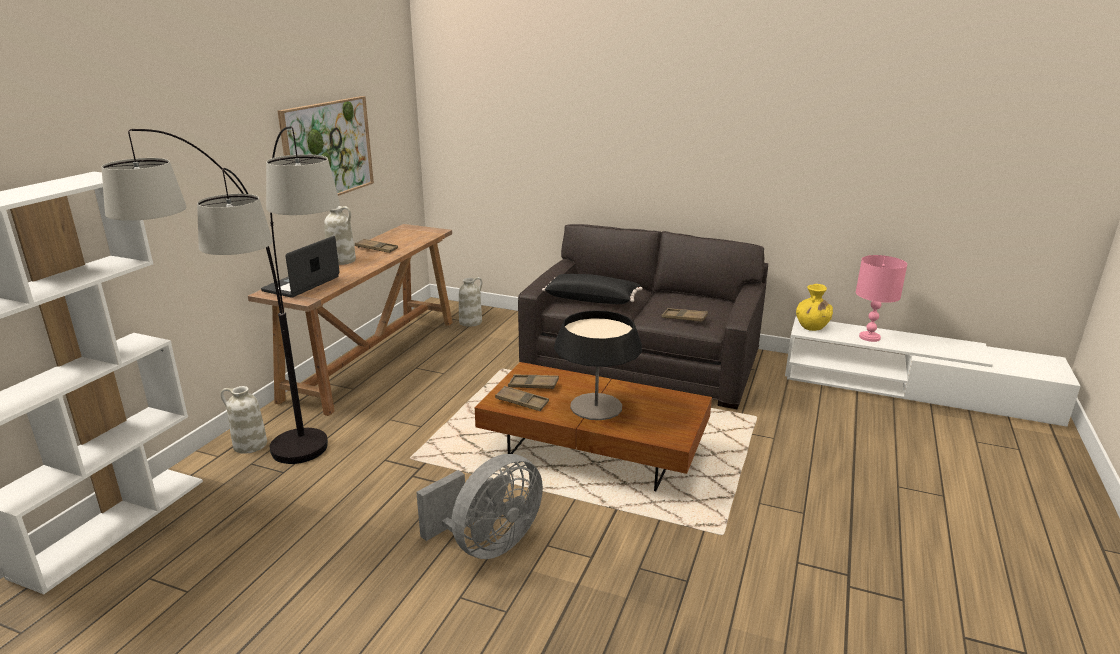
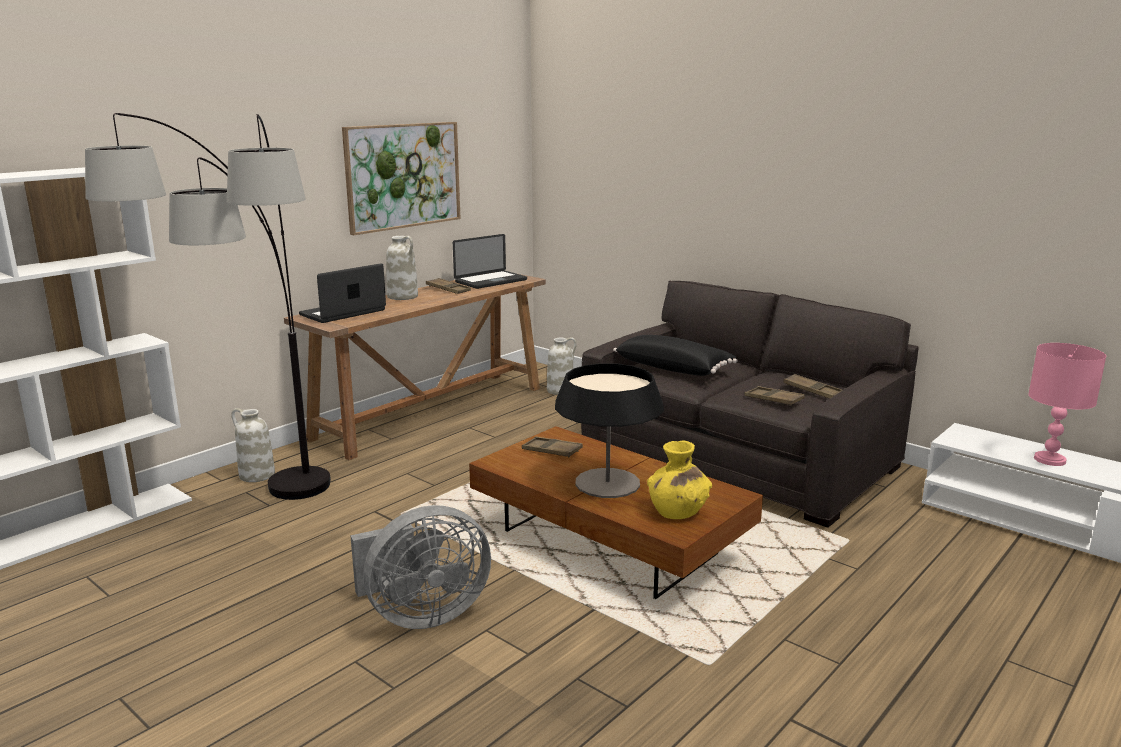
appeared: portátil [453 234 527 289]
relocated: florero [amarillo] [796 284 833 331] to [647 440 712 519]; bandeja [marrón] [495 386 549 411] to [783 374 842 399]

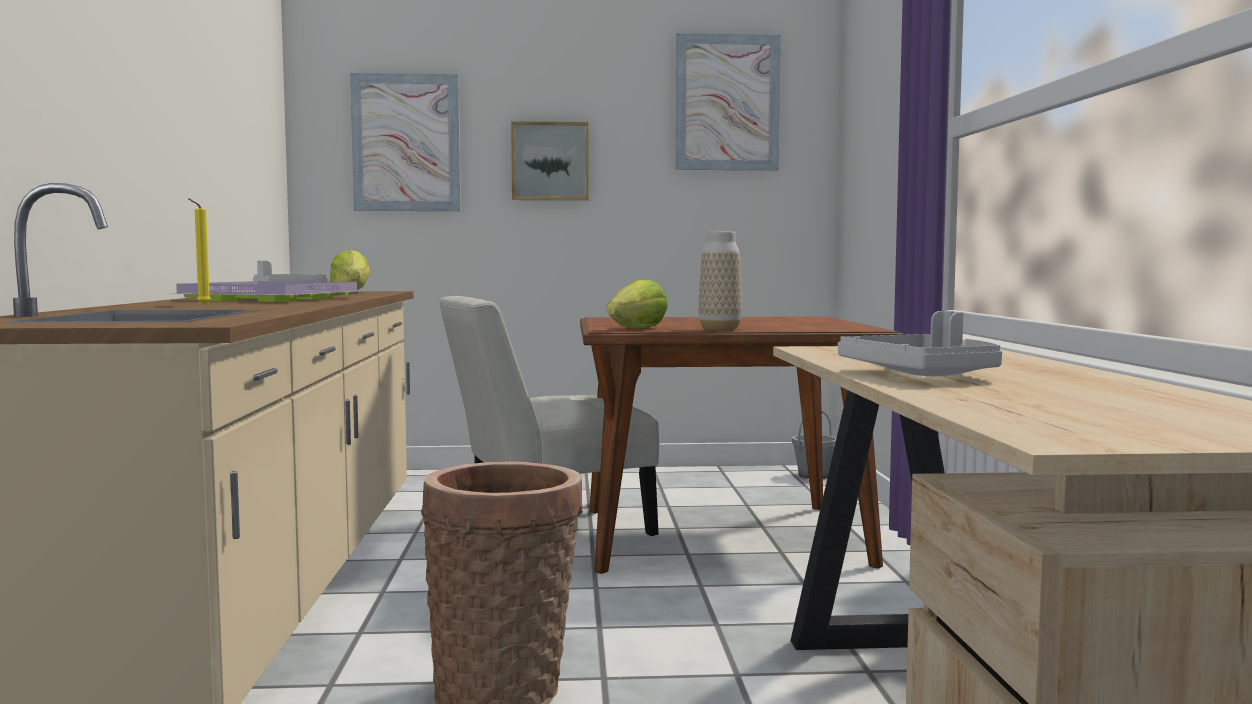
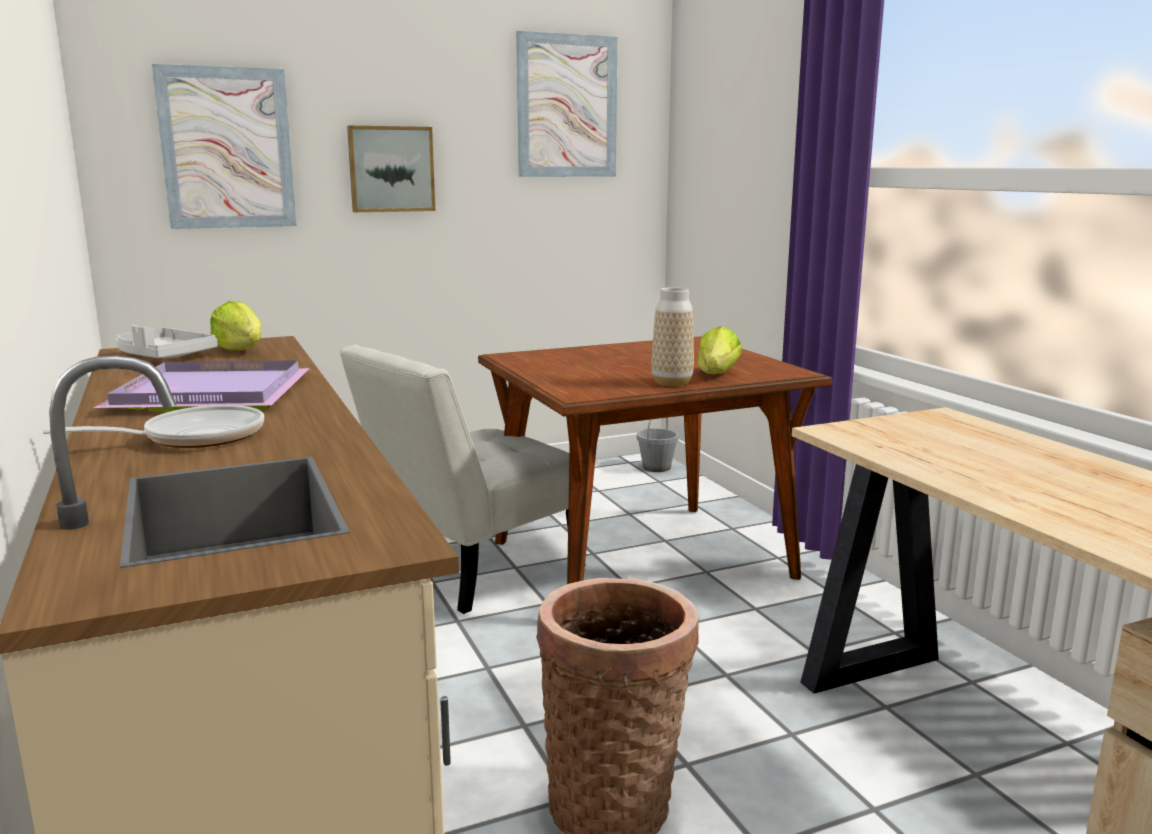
missing: bandeja [gris] [838 311 1002 376]
relocated: lechuga [607 279 668 329] to [697 326 742 374]
exchanged: vela [amarillo] [187 198 211 305] to sartén [43 405 264 448]

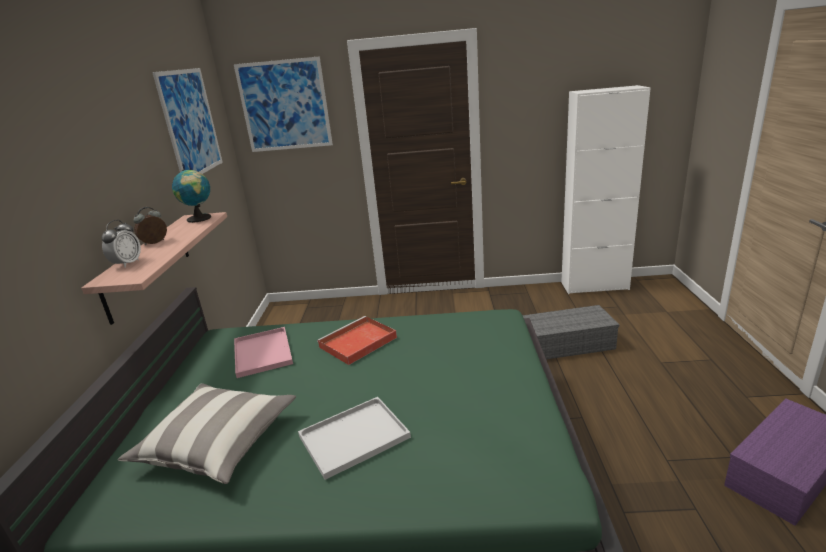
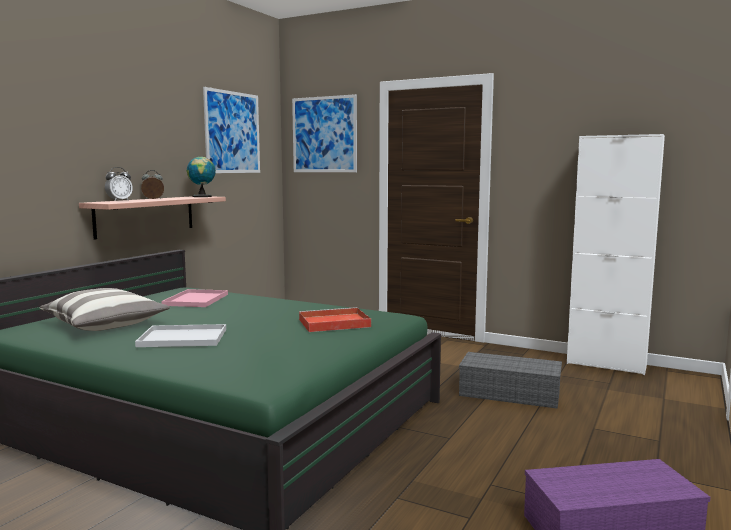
relocated: bandeja [rojo] [317 316 397 365] to [299 307 371 332]

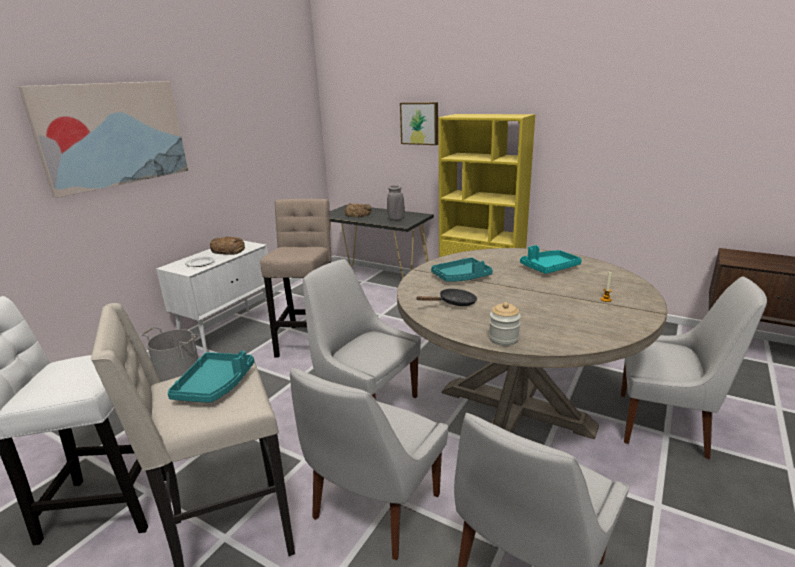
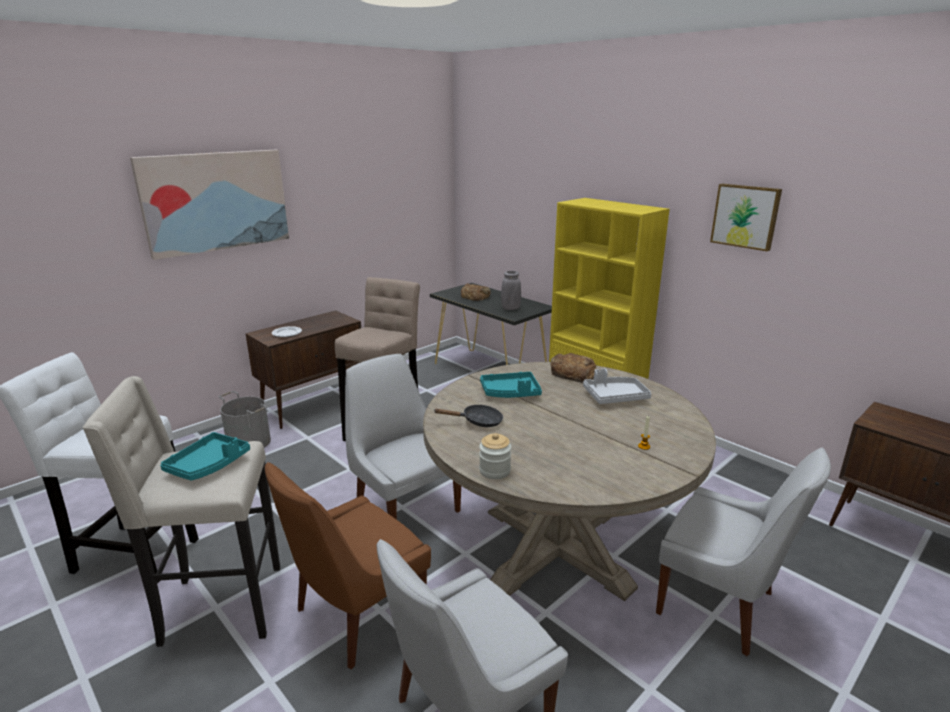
relocated: pan [210 237 245 255] to [550 353 596 383]; cuadro [400 102 438 145] to [710 184 782 251]
colour: armario [blanco] [156 241 273 354] to armario [marrón] [245 310 361 429]; silla [blanco] [290 368 448 560] to silla [marrón] [265 462 431 670]; bandeja [turquesa] [520 245 582 274] to bandeja [gris] [583 369 651 404]

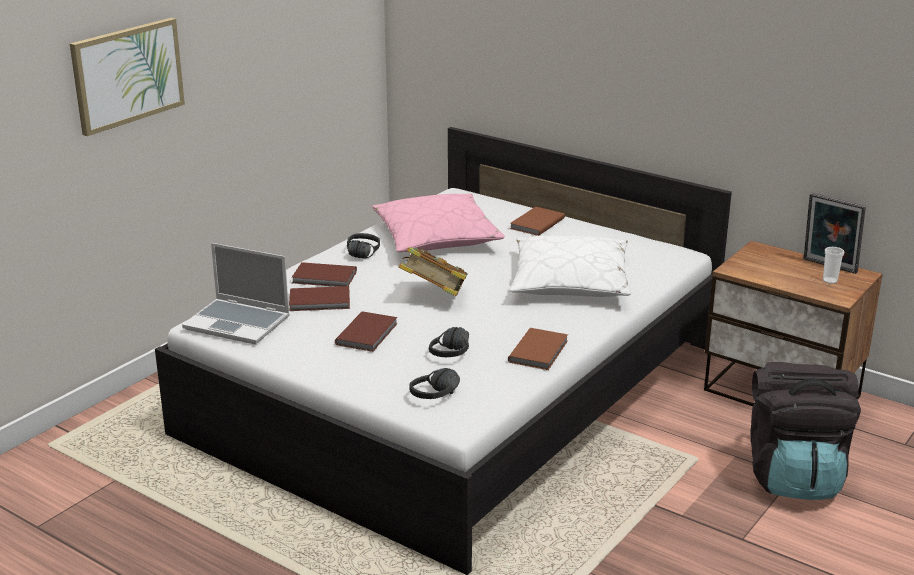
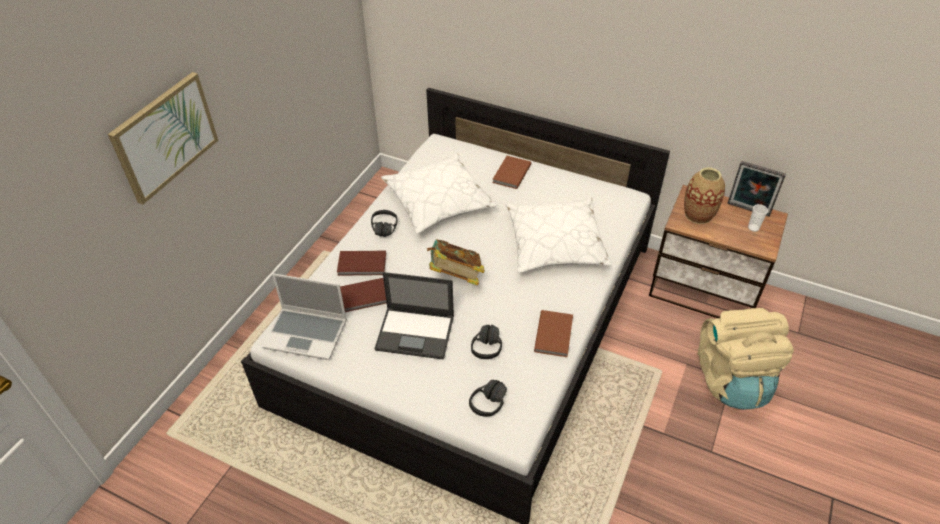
appeared: florero [684 167 725 224]
exchanged: libro [marrón] [335 311 398 352] to portátil [374 272 454 360]
colour: cojín [rosa] [372 194 505 252] to cojín [blanco] [381 153 497 234]; mochila [negro] [751 362 861 500] to mochila [beis] [697 308 794 410]

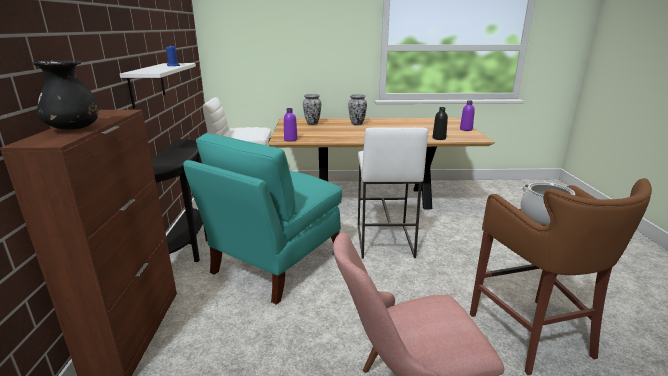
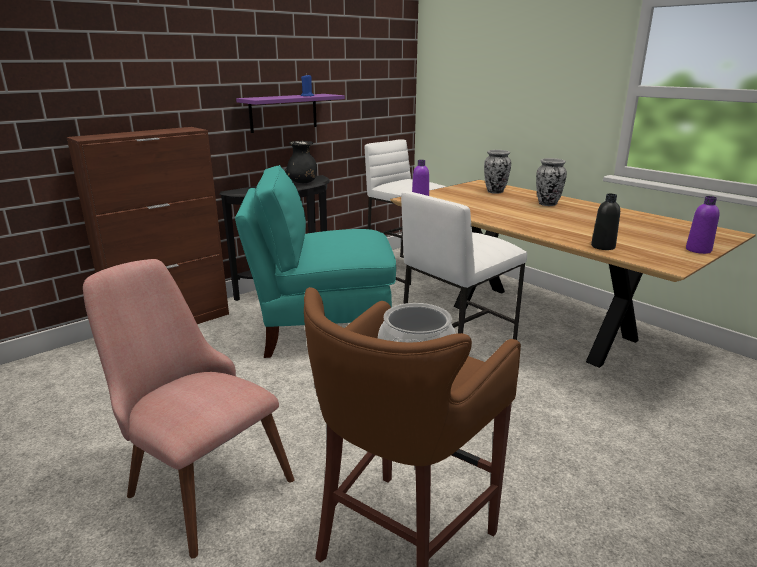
relocated: florero [negro] [33 60 98 130] to [286 141 317 183]
colour: estante [blanco] [120 63 196 109] to estante [morado] [236 94 345 133]

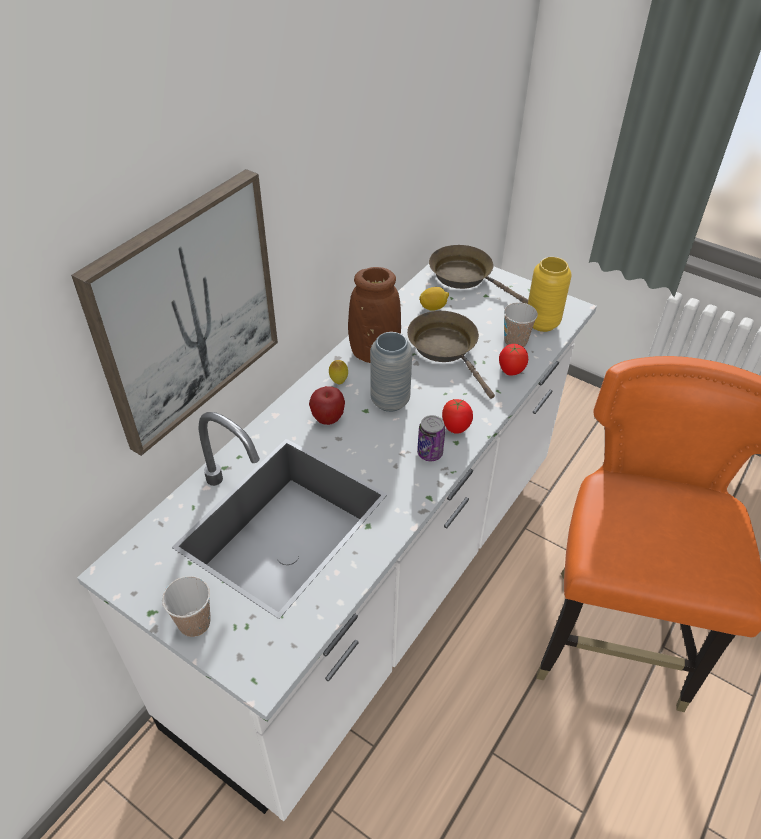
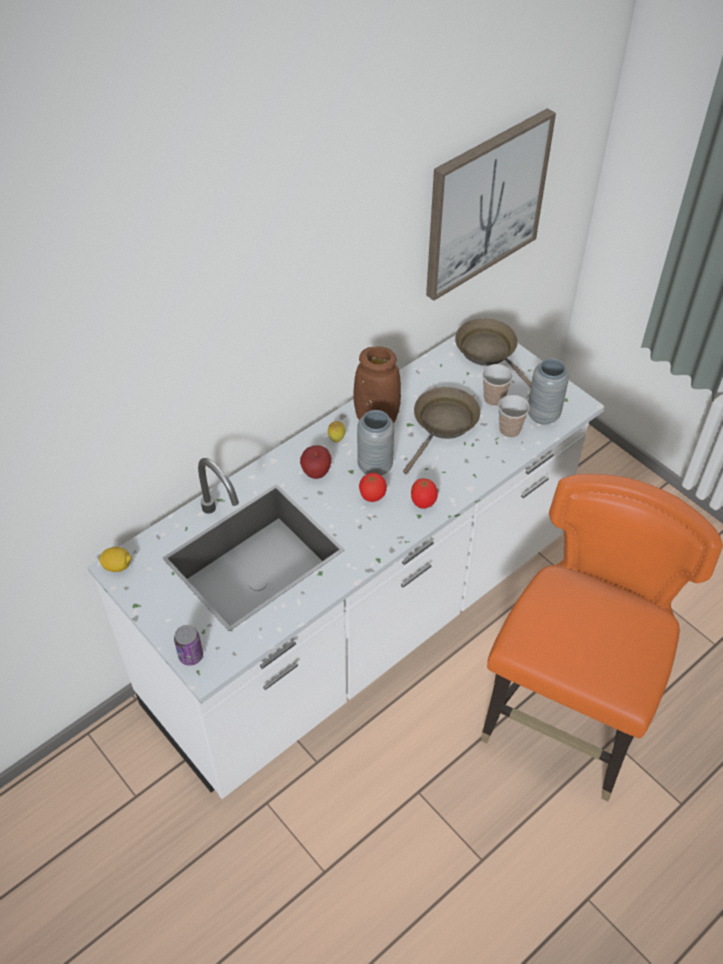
relocated: limón [419 287 449 311] to [99 547 132 572]; lata [417 415 445 461] to [174 625 203 666]; tomate [499 344 528 376] to [359 473 387 502]; cuadro [71 169 278 456] to [426 108 556 301]; taza [162 576 211 637] to [482 364 513 406]
colour: florero [amarillo] [528 257 572 332] to florero [gris] [528 358 569 425]
spun: sartén [marrón] [407 311 495 399] = [403 387 480 474] 45 degrees clockwise

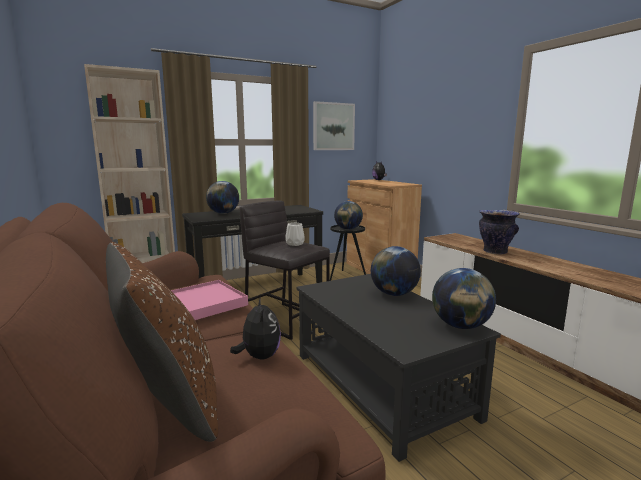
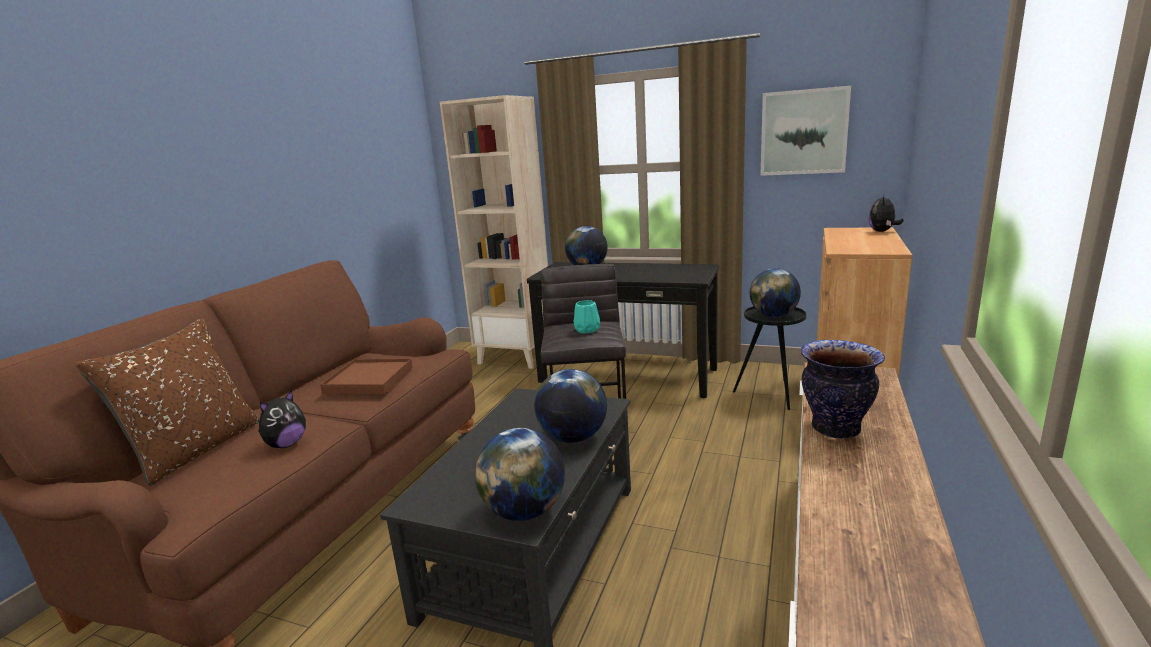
colour: bandeja [rosa] [171 280 248 320] to bandeja [marrón] [320 359 413 394]; florero [blanco] [285 223 305 246] to florero [turquesa] [574 300 600 334]

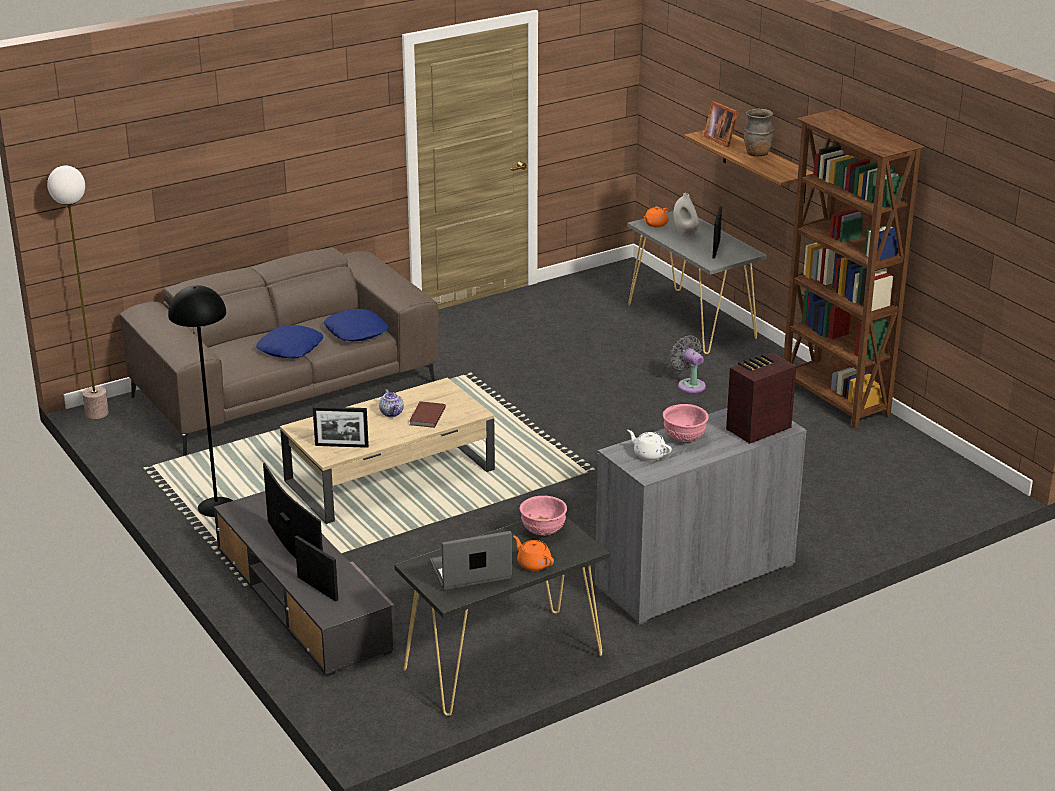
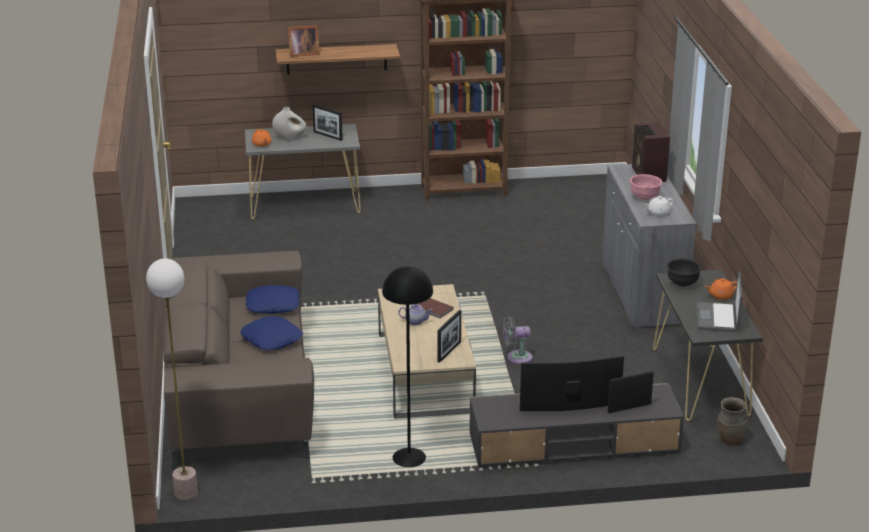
relocated: ventilador [gris] [670 335 706 393] to [503 316 532 364]; florero [marrón] [744 108 774 157] to [717 397 747 445]
colour: cuenco [rosa] [519 496 567 536] to cuenco [negro] [667 258 701 287]

